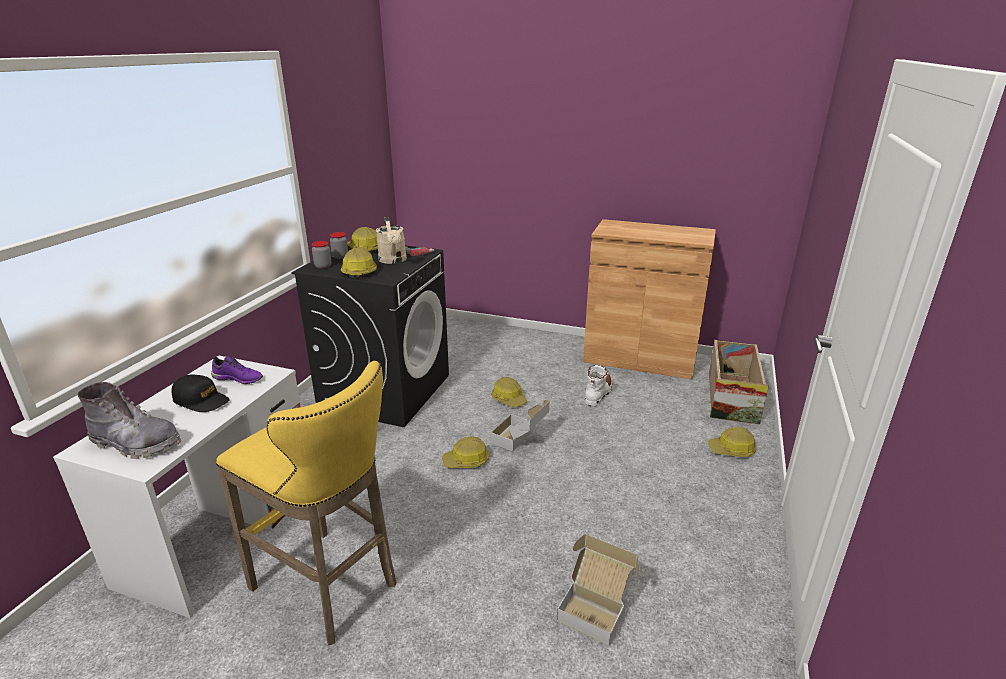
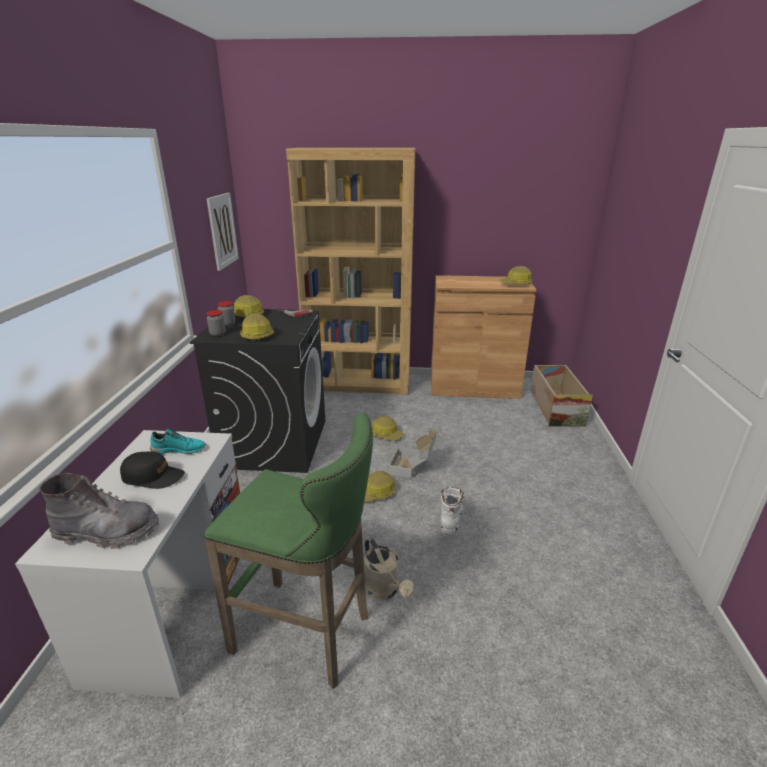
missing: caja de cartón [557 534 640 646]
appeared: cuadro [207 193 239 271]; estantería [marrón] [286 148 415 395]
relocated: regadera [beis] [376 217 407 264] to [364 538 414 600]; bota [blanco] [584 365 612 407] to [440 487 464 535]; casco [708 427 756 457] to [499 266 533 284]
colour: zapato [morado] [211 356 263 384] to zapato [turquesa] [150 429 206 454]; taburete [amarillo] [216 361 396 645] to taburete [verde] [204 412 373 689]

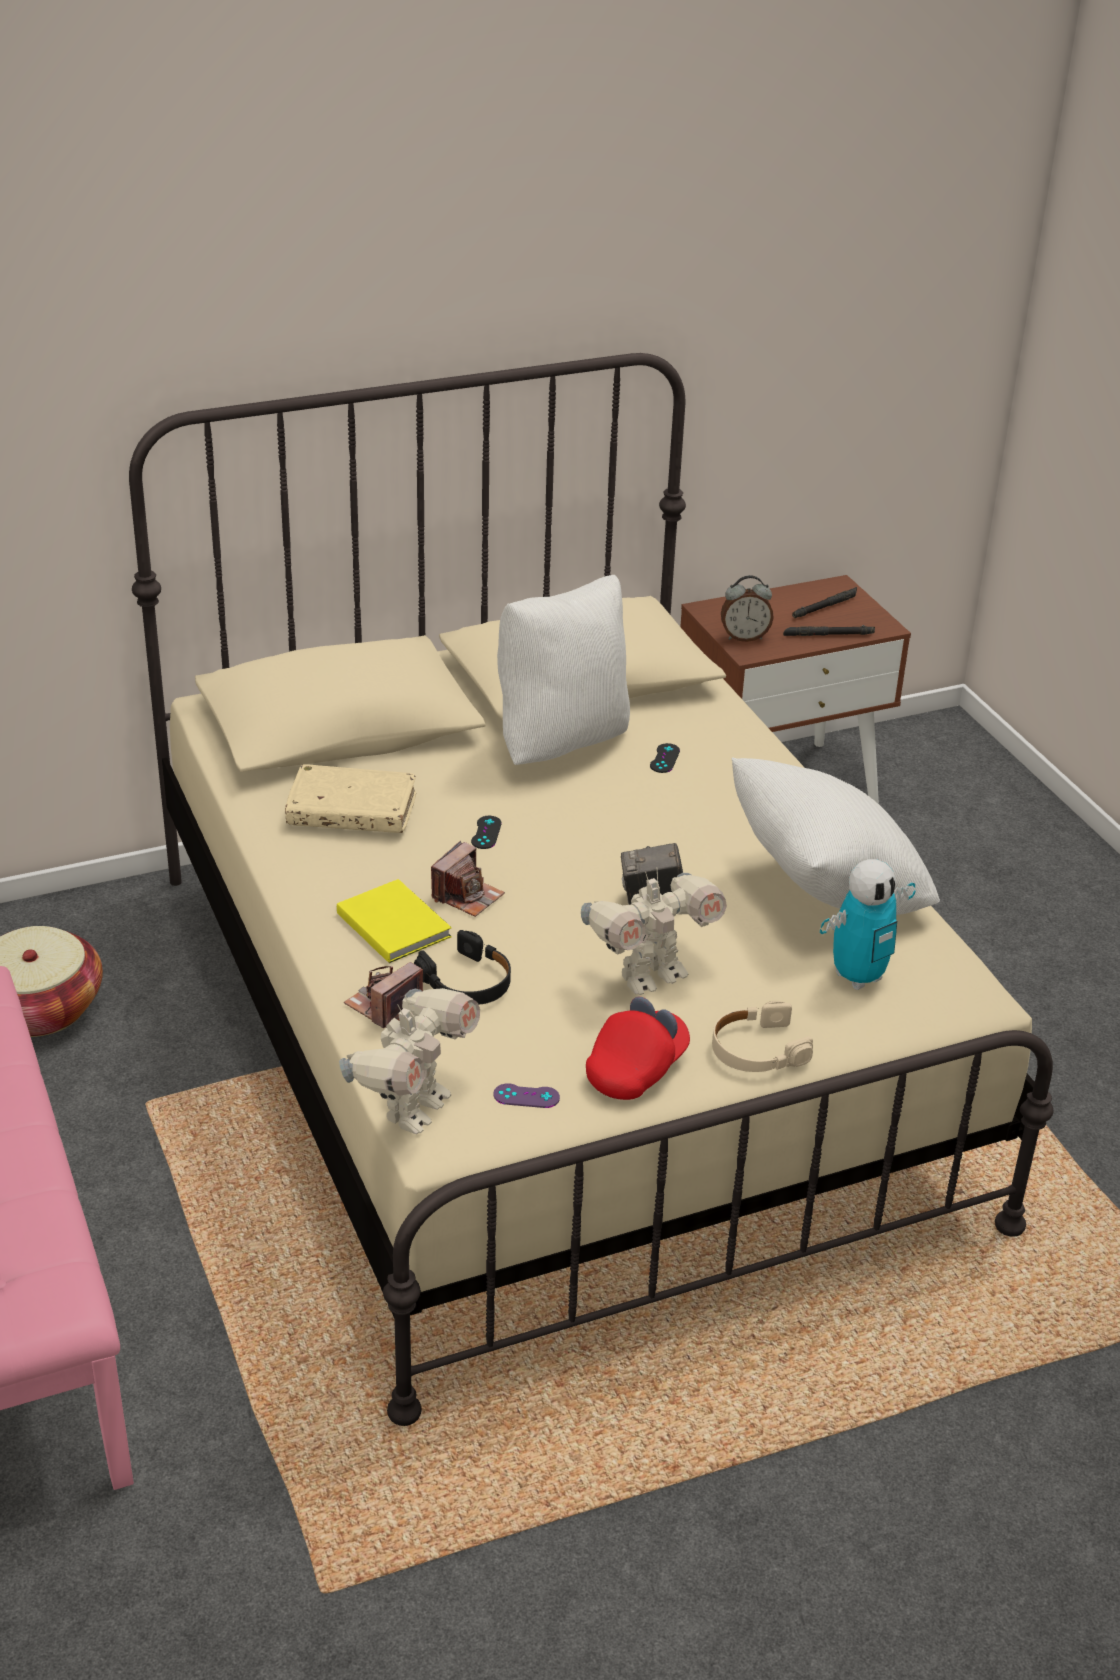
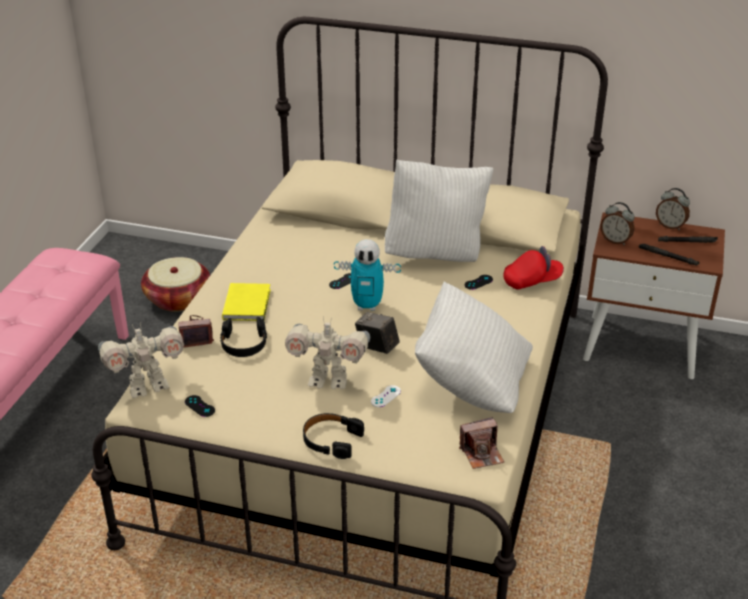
missing: libro [beis] [285 764 416 833]
appeared: mando de consola [blanco] [371 385 401 407]; despertador [656 188 690 230]
relocated: robot de juguete [820 859 916 990] to [334 239 401 311]; cámara [431 841 505 917] to [459 417 504 469]; gorra [rojo] [586 997 690 1100] to [503 246 564 289]
colour: mando de consola [morado] [493 1083 560 1108] to mando de consola [negro] [185 395 215 417]; auriculares [beis] [712 1001 813 1072] to auriculares [negro] [303 413 364 459]

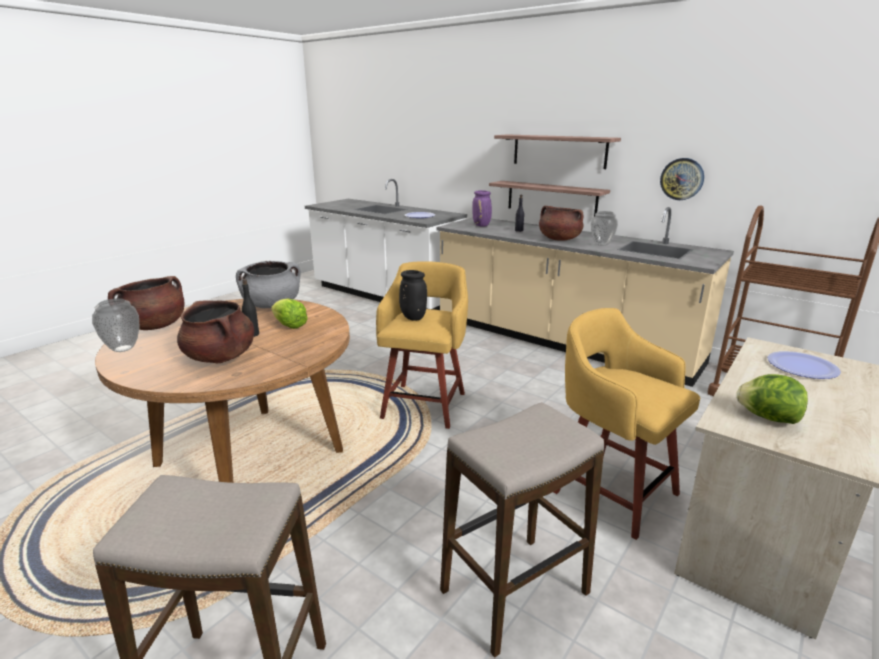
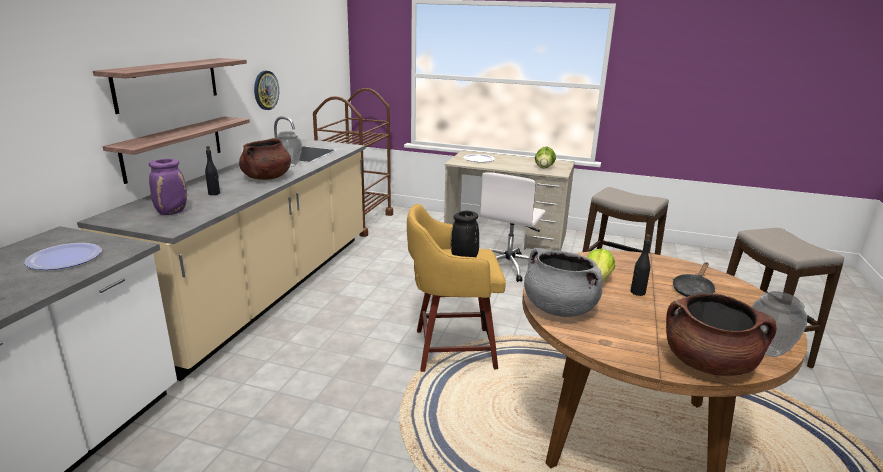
exchanged: taburete [amarillo] [553 308 700 540] to silla de oficina [blanco] [480 172 546 282]; olla [marrón] [177 300 254 363] to sartén [negro] [673 262 715 297]

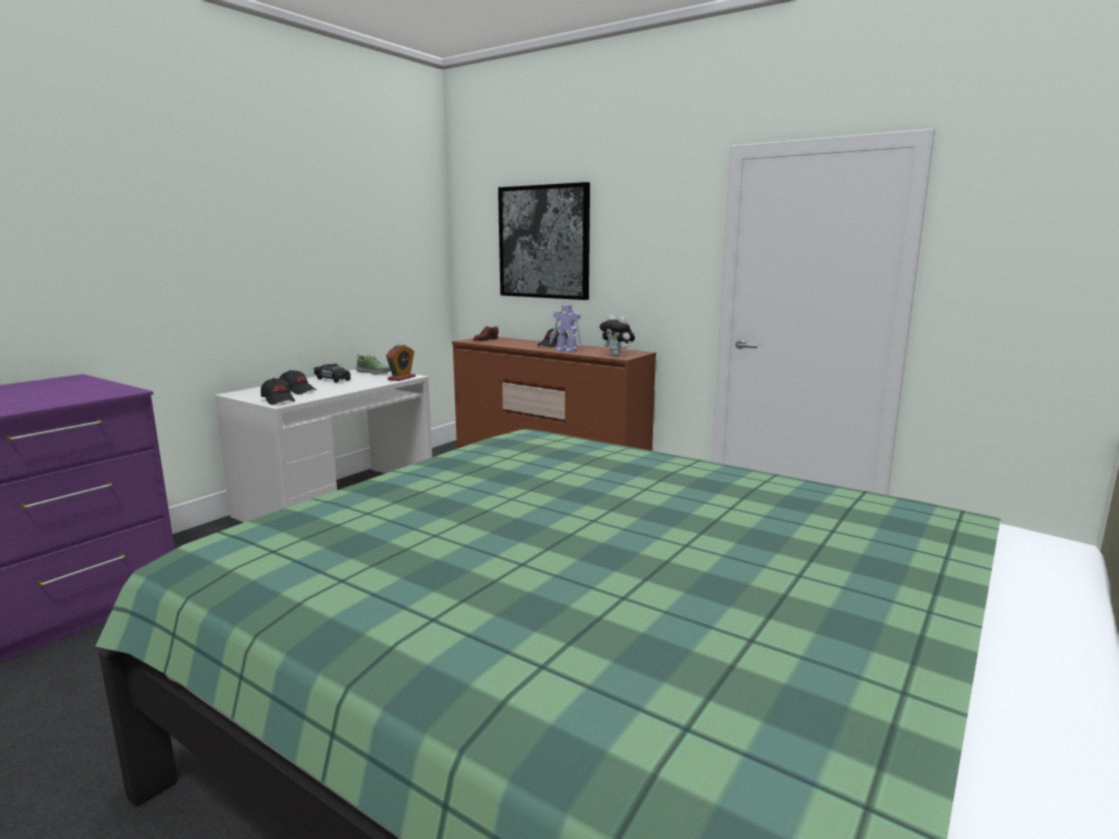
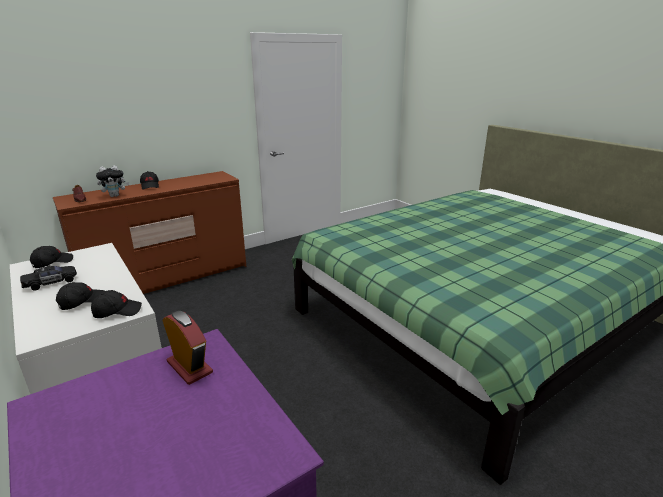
missing: cuadro [498 182 590 300]; robot de juguete [550 305 582 352]
relocated: peluche [600 315 635 356] to [96 165 129 197]; despertador [386 345 415 381] to [162 311 213 385]
exchanged: zapato [356 354 391 374] to gorra [negro] [30 246 73 268]

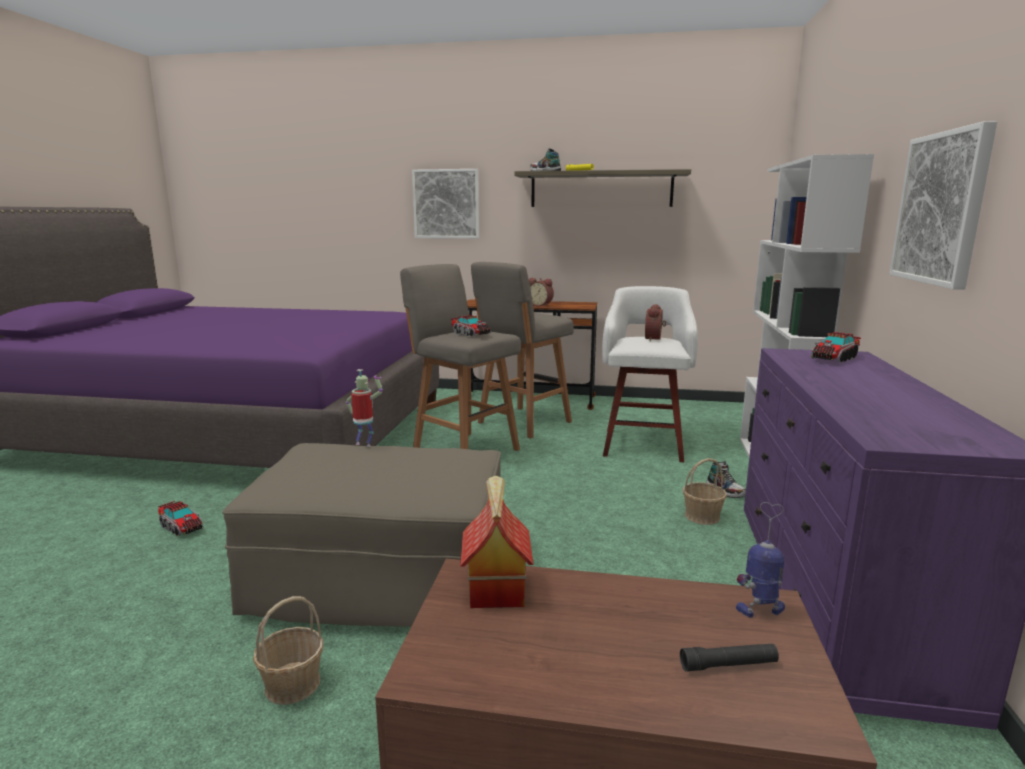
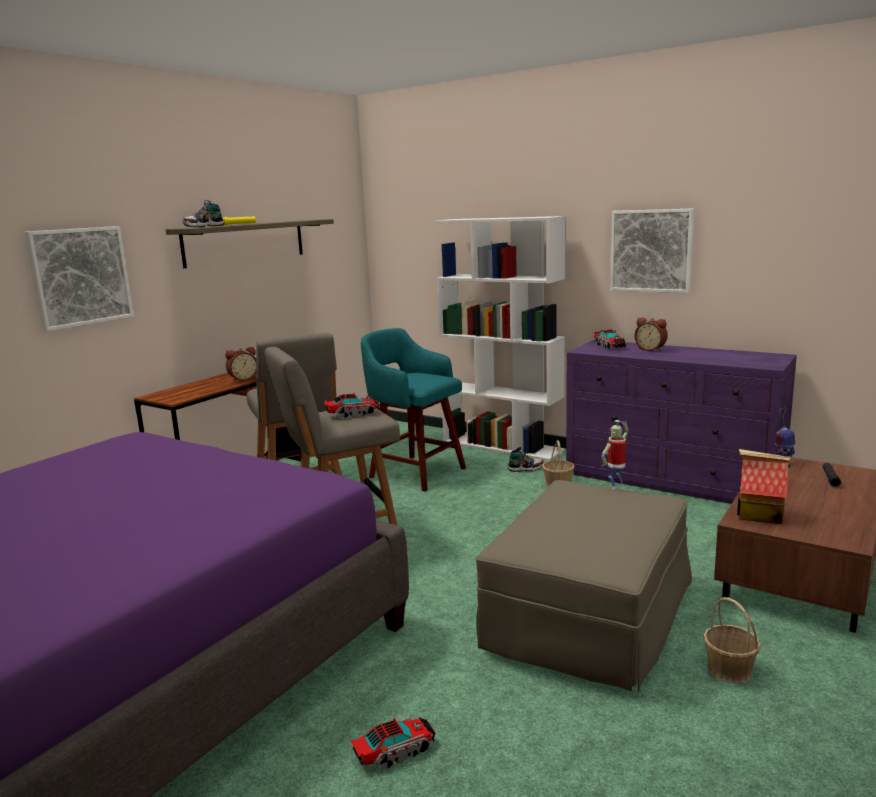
relocated: robot de juguete [346 369 383 447] to [601 420 629 489]; despertador [645 304 666 341] to [635 317 668 351]
colour: taburete [blanco] [602 286 698 462] to taburete [turquesa] [361 328 466 491]

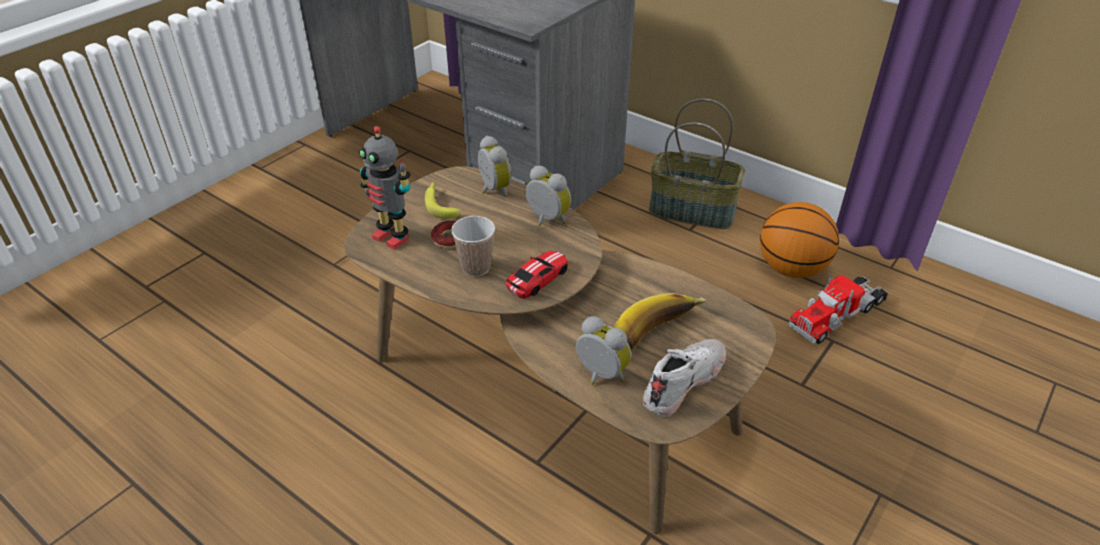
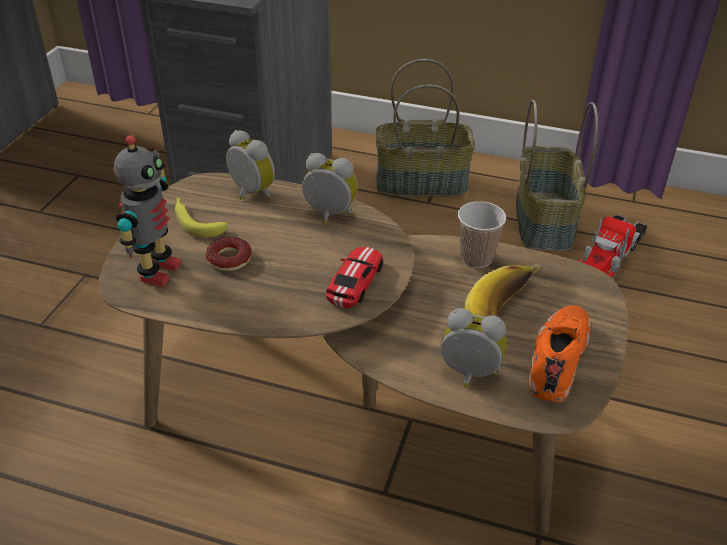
relocated: taza [451 216 495 277] to [458 201 506 268]
exchanged: balón de baloncesto [760 202 839 278] to cesta [516 100 598 251]
colour: zapato [blanco] [643 339 726 417] to zapato [naranja] [529 305 591 403]
spun: robot de juguete [359 126 411 250] = [114 135 181 287] 90 degrees counterclockwise

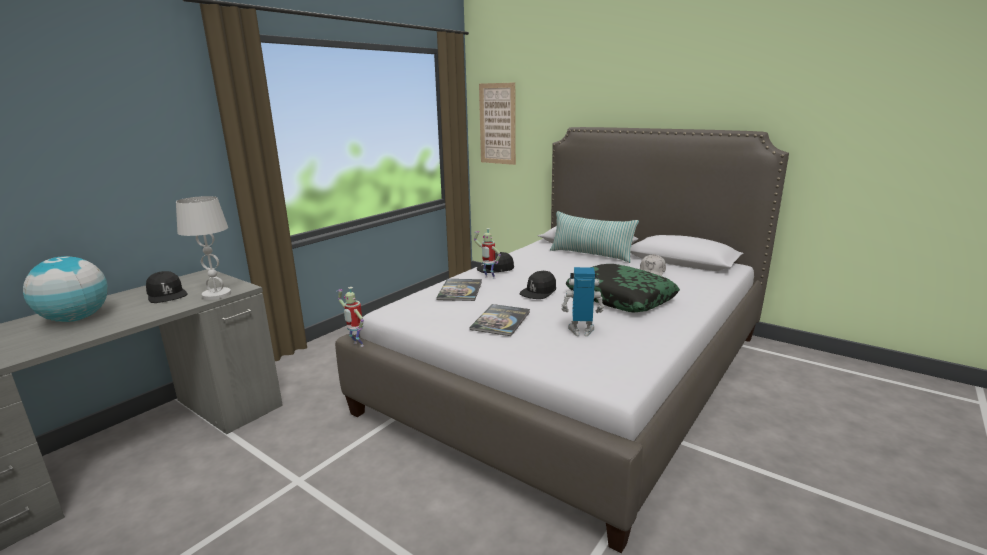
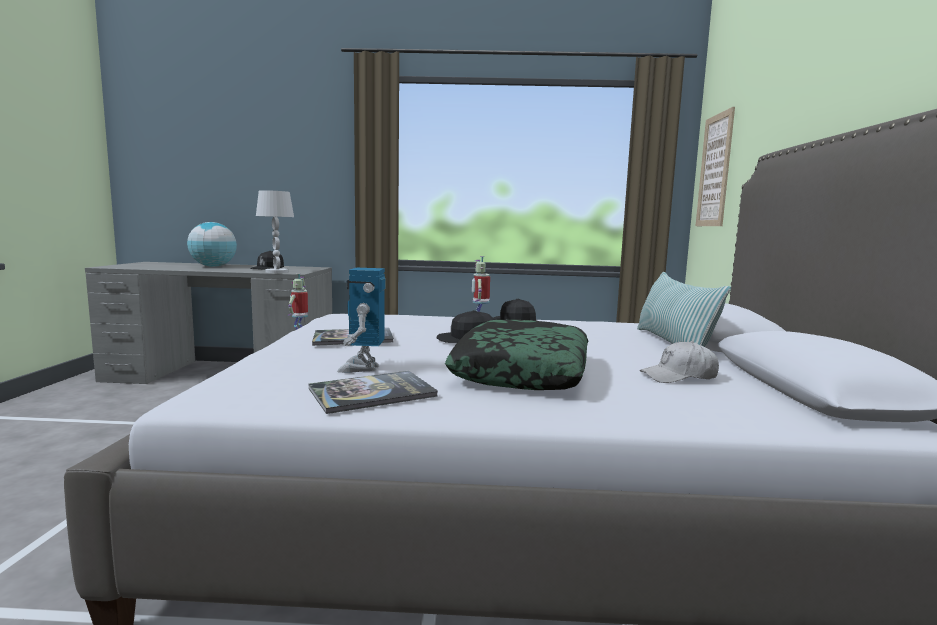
relocated: libro [436 279 482 301] to [309 371 438 414]
spun: robot de juguete [561 267 605 337] = [337 268 385 373] 150 degrees counterclockwise

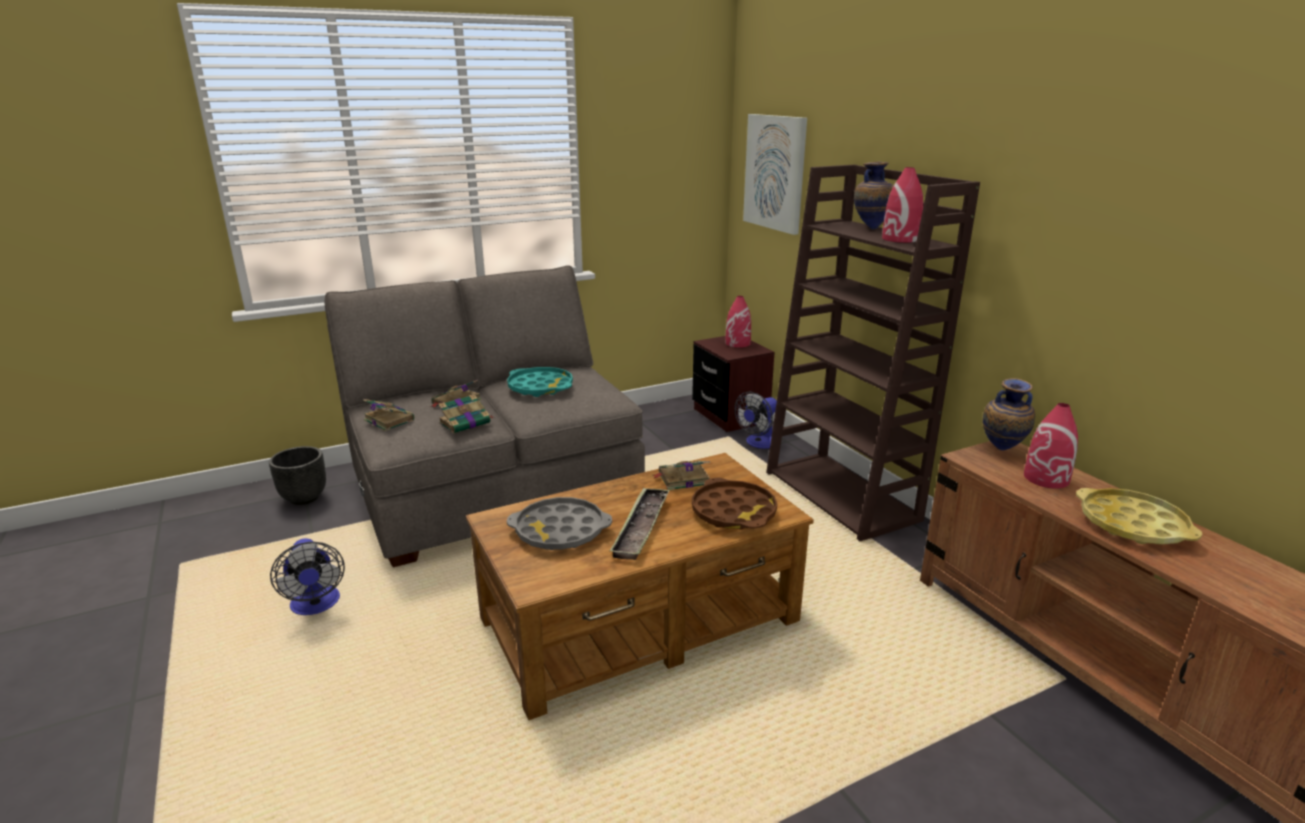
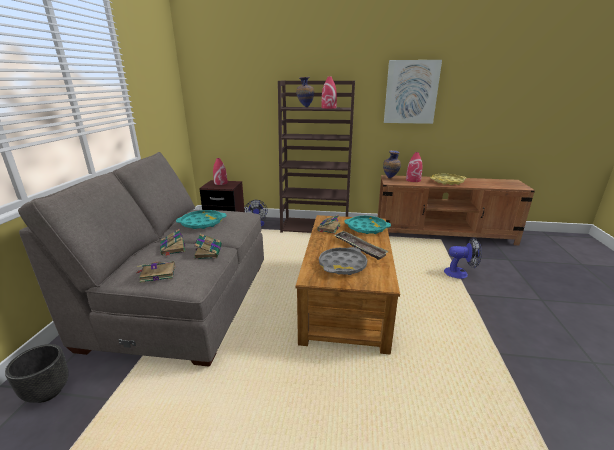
relocated: cuadro [743 114 807 235] to [384 60 442 124]; ventilador [270 538 345 615] to [444 238 482 279]
colour: bandeja [marrón] [692 478 777 529] to bandeja [turquesa] [344 216 391 234]

